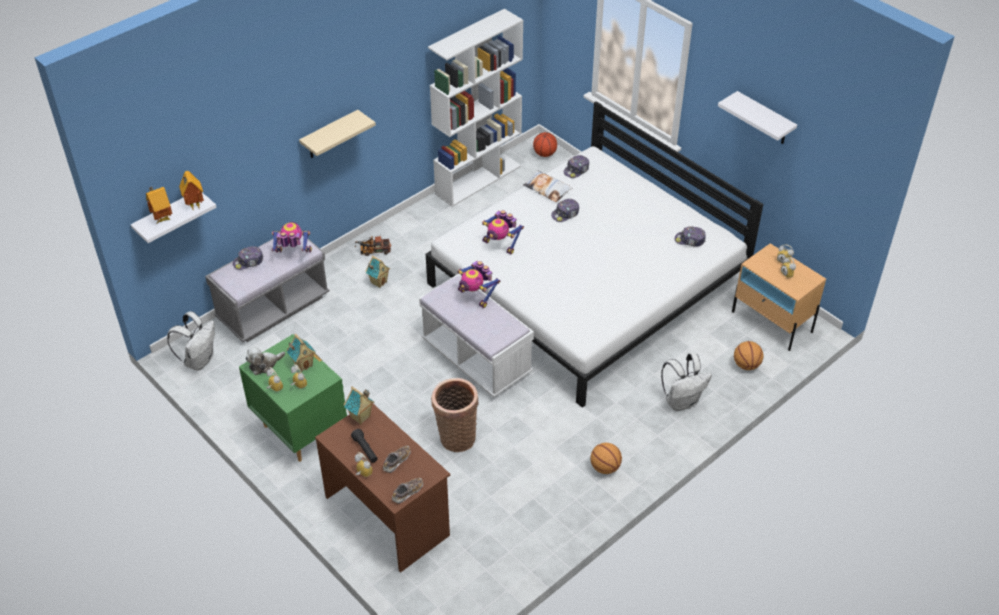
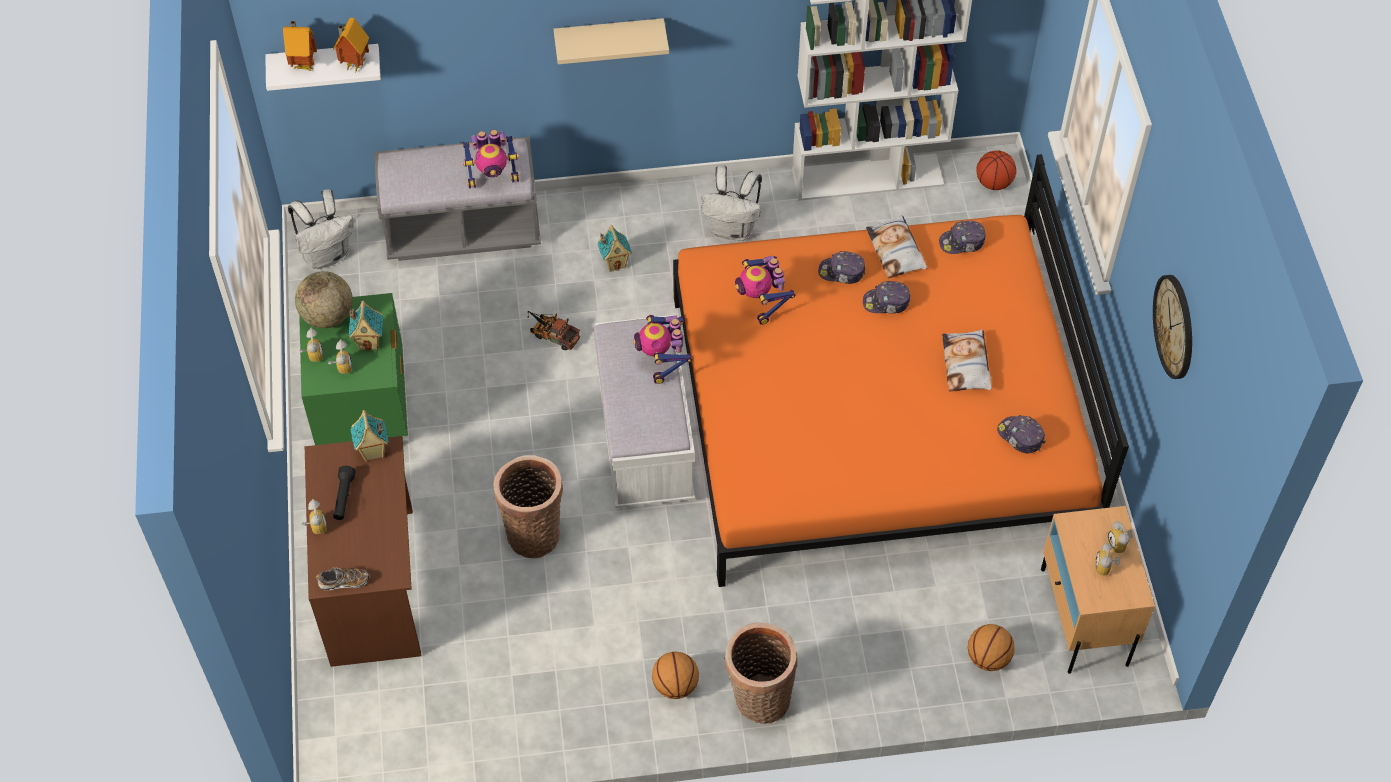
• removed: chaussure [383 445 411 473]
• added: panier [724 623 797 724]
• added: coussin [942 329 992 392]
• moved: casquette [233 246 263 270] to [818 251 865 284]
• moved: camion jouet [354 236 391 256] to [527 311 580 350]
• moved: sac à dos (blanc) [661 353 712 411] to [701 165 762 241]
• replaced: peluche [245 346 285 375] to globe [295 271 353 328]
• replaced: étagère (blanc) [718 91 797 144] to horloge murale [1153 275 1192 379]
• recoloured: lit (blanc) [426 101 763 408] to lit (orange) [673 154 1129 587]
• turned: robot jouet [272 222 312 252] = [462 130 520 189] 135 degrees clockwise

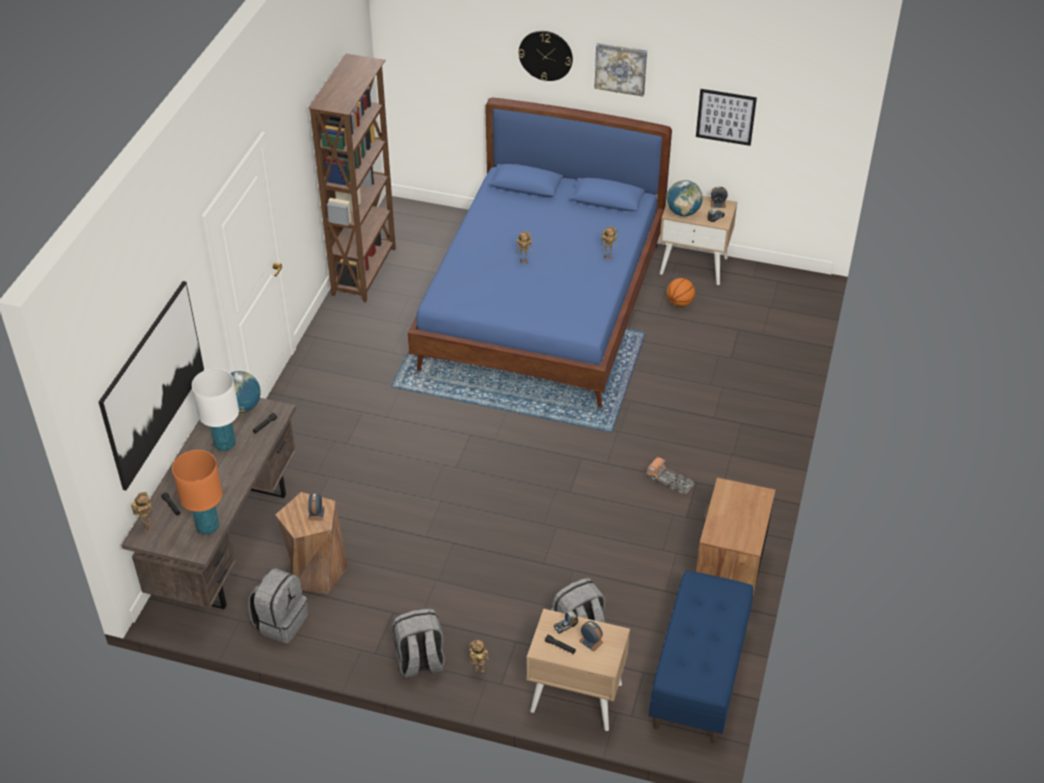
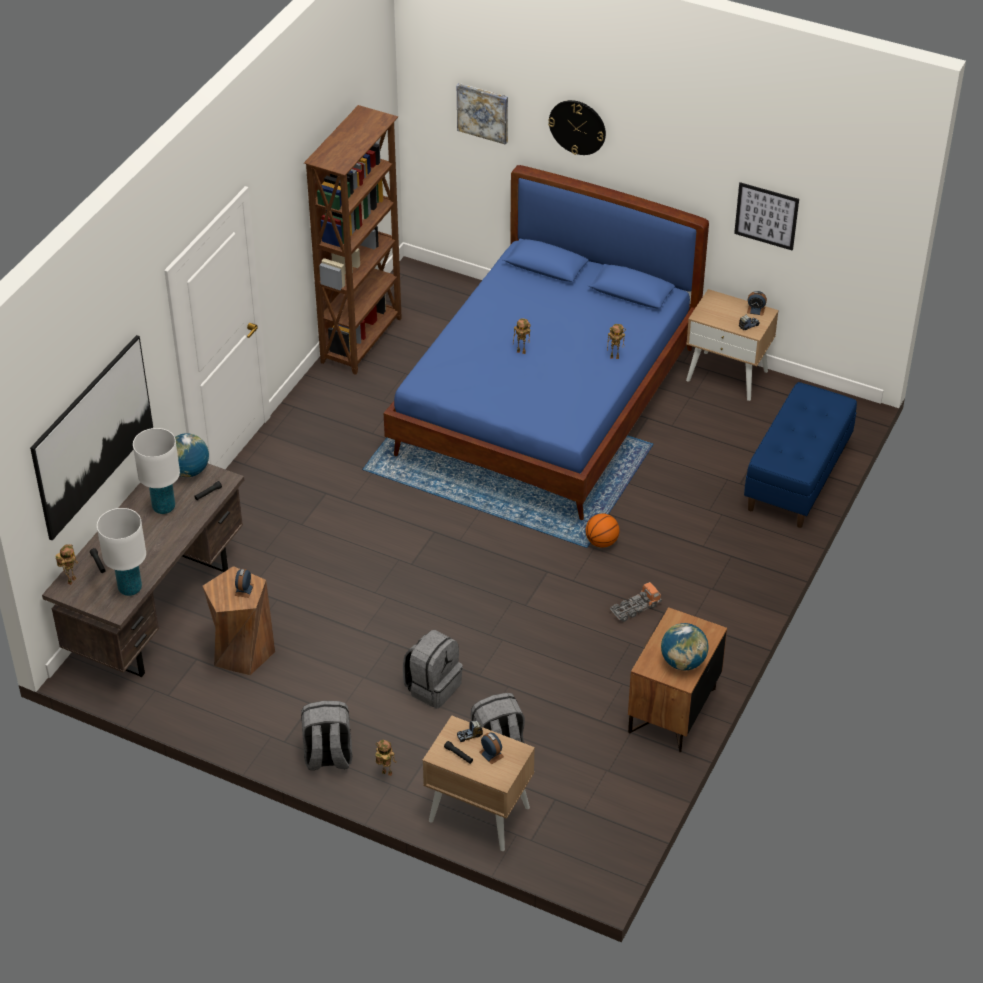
• moved: sac à dos (gris) [248 568 308 643] to [403 630 463 708]
• moved: tableau [594 43 647 96] to [457 83 508 145]
• moved: banc (bleu) [649 571 753 743] to [744 382 857 528]
• moved: ballon de basket [666 278 695 307] to [586 514 620 548]
• moved: globe [667 180 703 216] to [661 623 709 670]
• recoloured: lampe de table (orange) [172 450 222 535] to lampe de table (blanc) [97 508 146 596]
• turned: camion jouet [646 457 694 495] = [610 581 662 622] 105 degrees clockwise

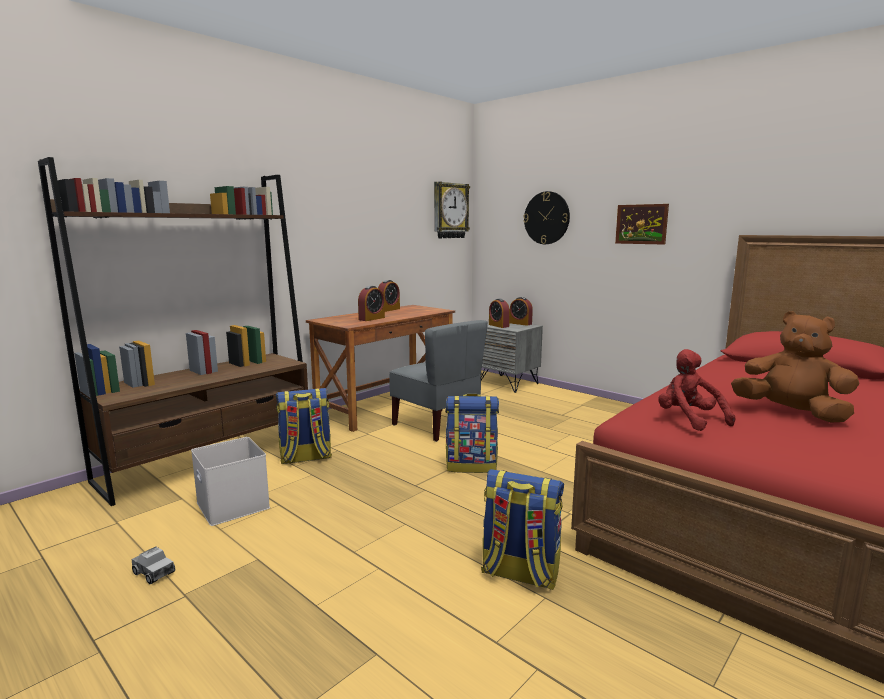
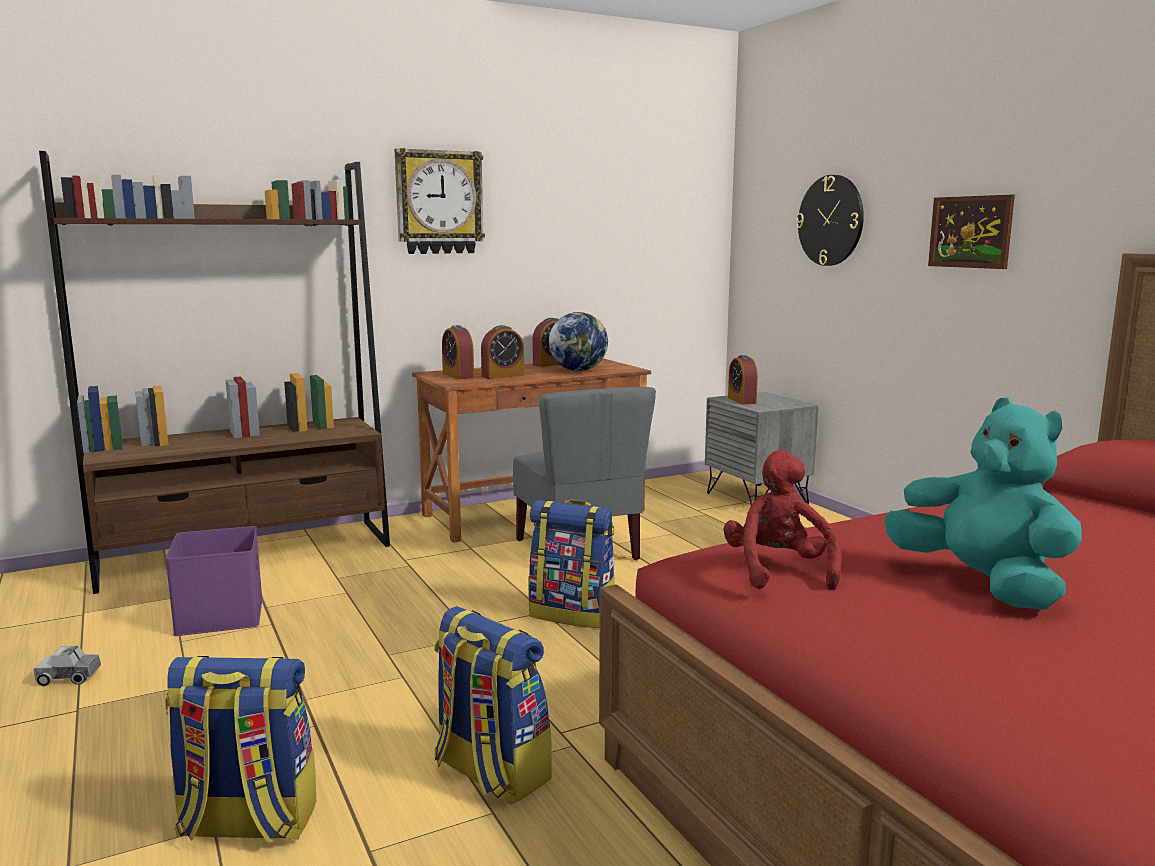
• added: globe [549 312 608 371]
• moved: sac à dos [276 388 332 464] to [165 656 316 842]
• moved: horloge murale [434 182 470 238] to [395 148 485 254]
• moved: réveil [509 297 533 326] to [442 325 474 379]
• recoloured: boîte de rangement (blanc) [191 437 270 526] to boîte de rangement (violet) [165 526 263 636]
• recoloured: peluche (marron) [731 311 859 422] to peluche (turquoise) [884 398 1082 610]
• turned: camion jouet [132 546 175 584] = [34 646 101 686] 120 degrees clockwise

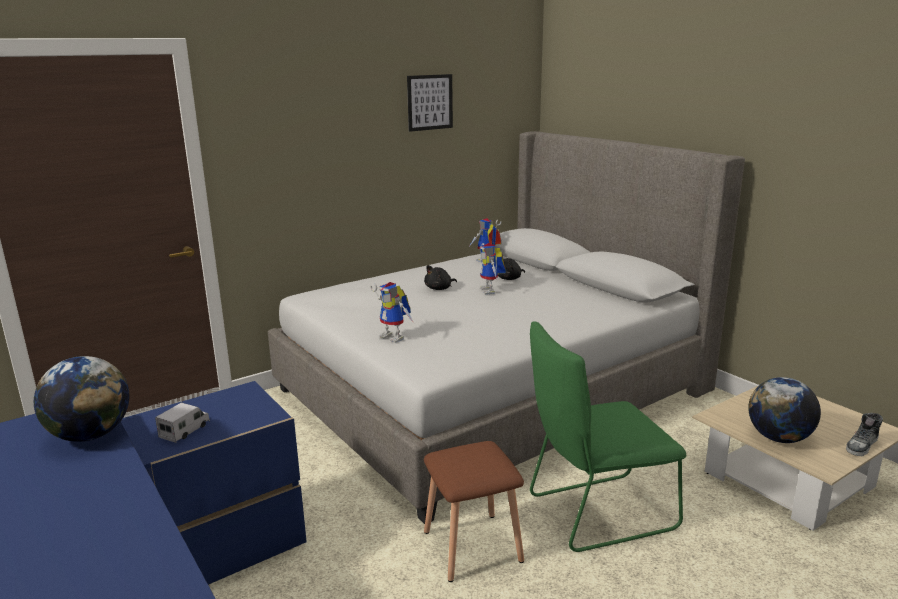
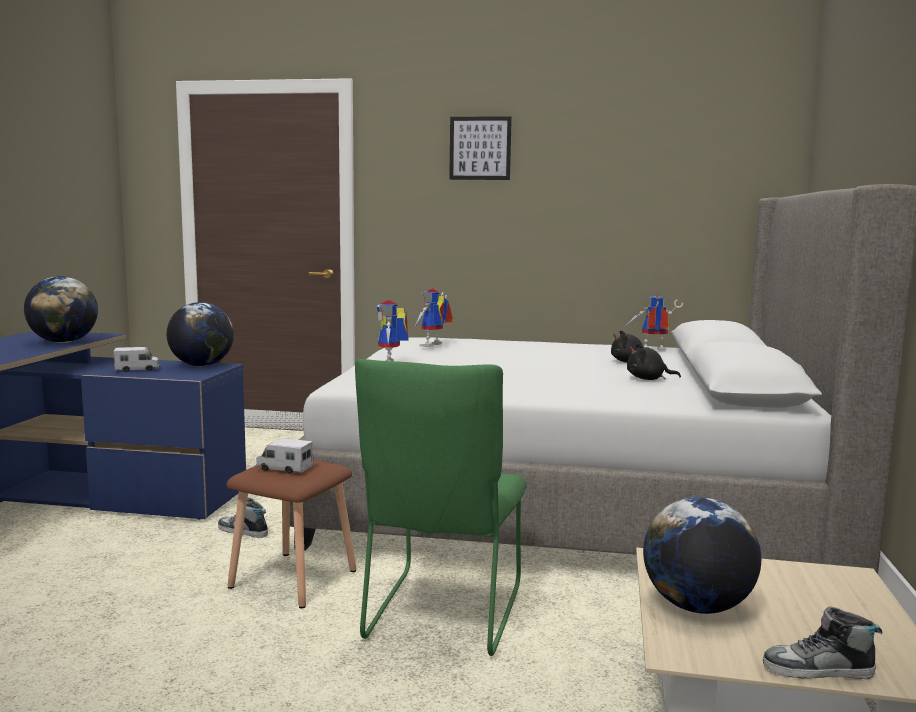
• added: globe [167 302 234 366]
• added: chaussure [218 498 268 538]
• added: camion jouet [256 438 313 474]
• moved: tableau [407 74 453 132] to [449 116 512 180]
• moved: peluche (noir) [424 265 457 290] to [627 343 681 380]
• moved: robot jouet [480 243 506 294] to [414 289 453 347]
• turned: chaise (vert) [530 321 686 552] = [355 359 527 656] 105 degrees counterclockwise

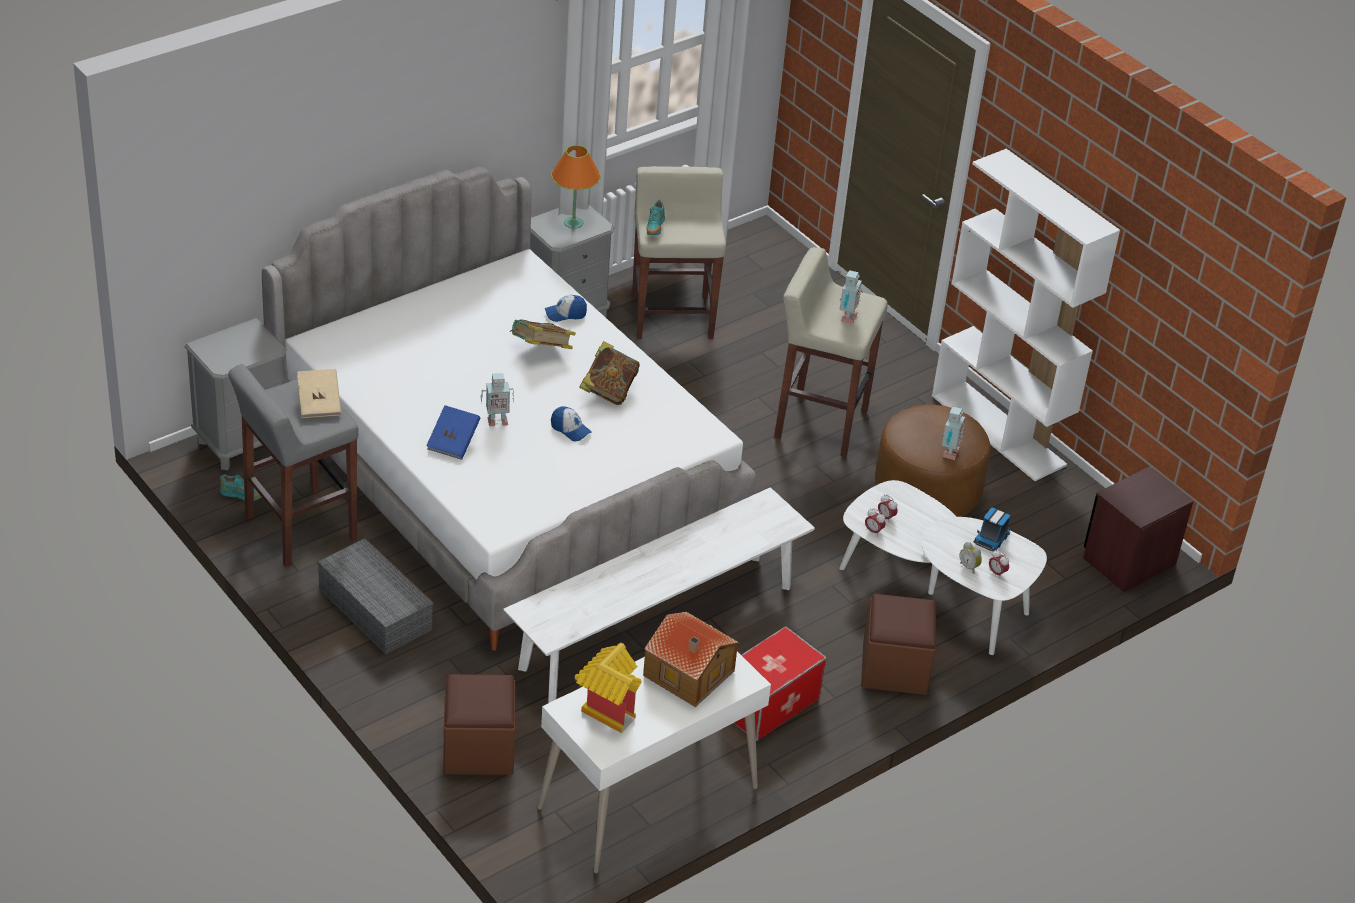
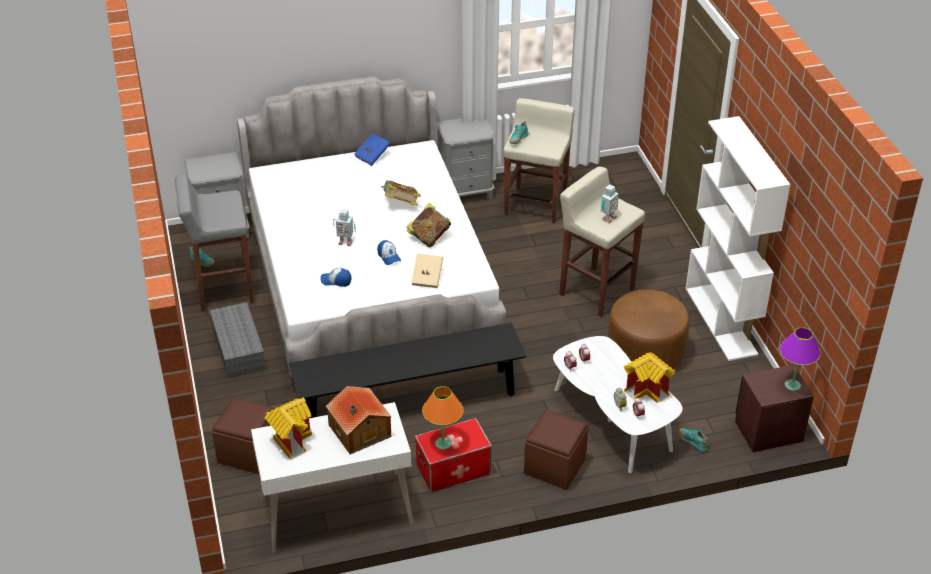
• removed: robot jouet [942 407 965 460]
• added: chaussure (turquoise) [679 428 708 452]
• added: lampe de table (violet) [780 327 821 391]
• moved: livre (beige) [297 369 341 418] to [411 254 443 288]
• moved: livre (bleu) [426 405 481 460] to [354 134 390 166]
• moved: casquette [545 295 587 322] to [321 268 352 287]
• moved: lampe de table (orange) [551 145 600 229] to [422 386 463 449]
• replaced: camion jouet [974 507 1010 551] to maison miniature [624 352 675 403]
• recoloured: banc (blanc) [503 487 815 703] to banc (noir) [289 323 526 418]

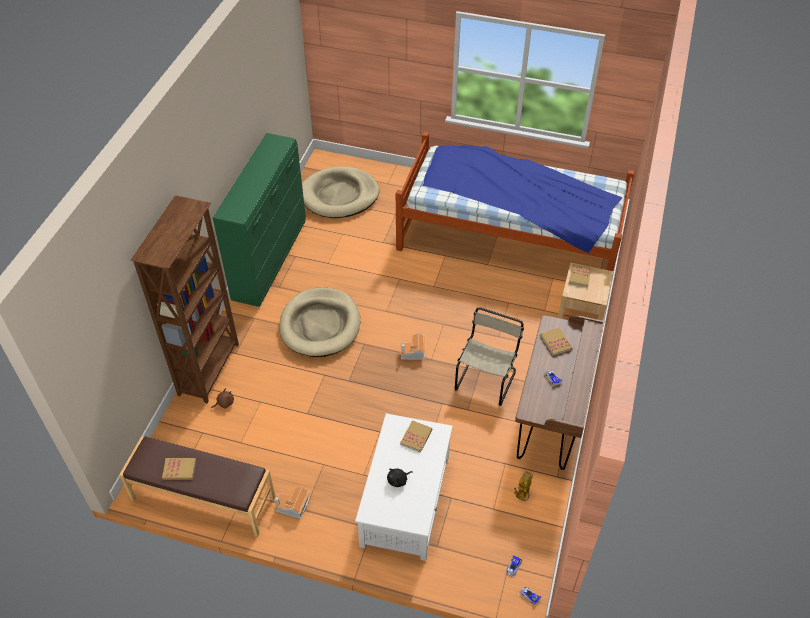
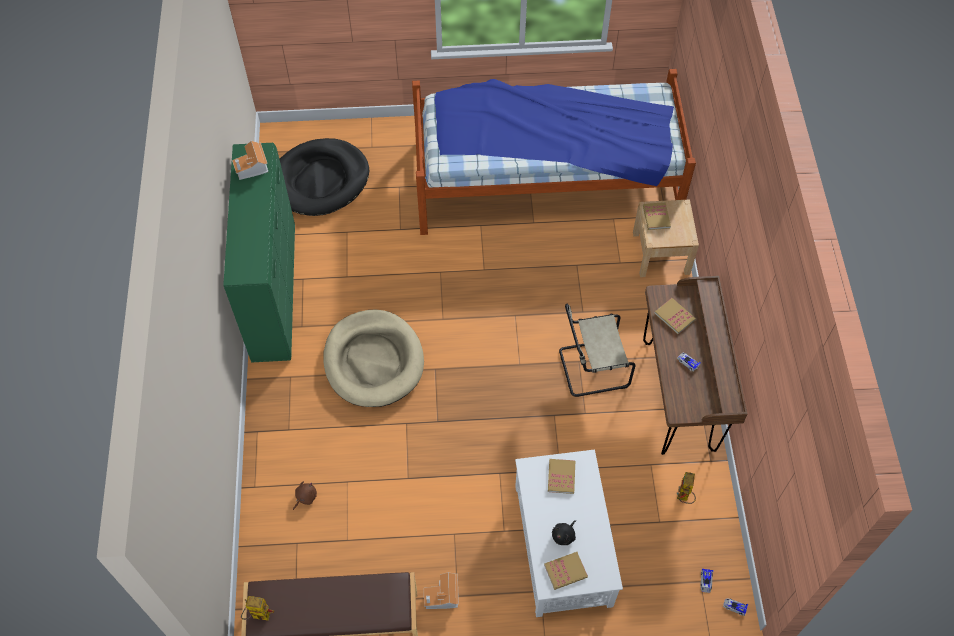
• removed: bibliothèque (marron) [131 195 239 403]
• added: robot jouet [241 596 274 621]
• moved: livre [162 458 196 480] to [544 552 588 590]
• moved: maison miniature [400 333 426 360] to [232 141 268 180]
• recoloured: panier pour chien (beige) [302 166 379 218] to panier pour chien (noir) [280 138 369 216]
• turned: chaise (beige) [455 307 524 406] = [559 303 636 397] 105 degrees counterclockwise

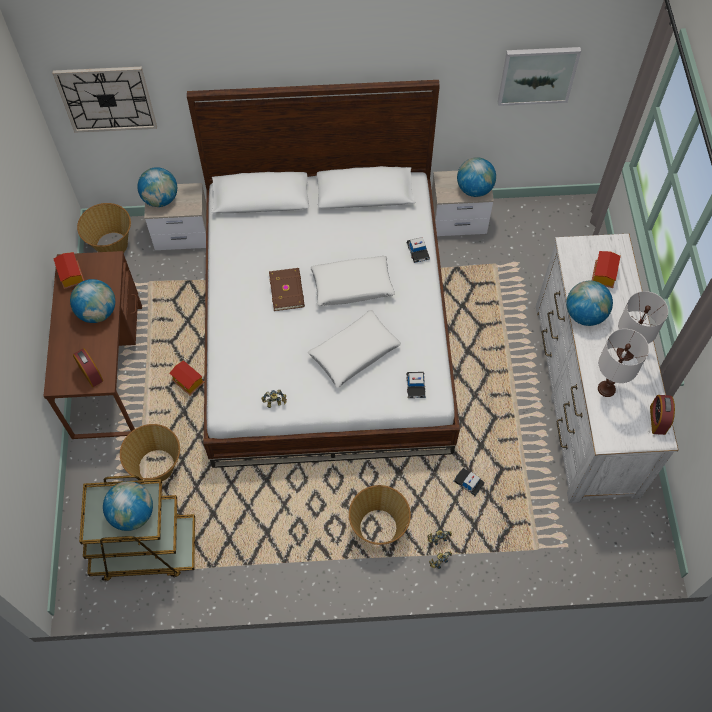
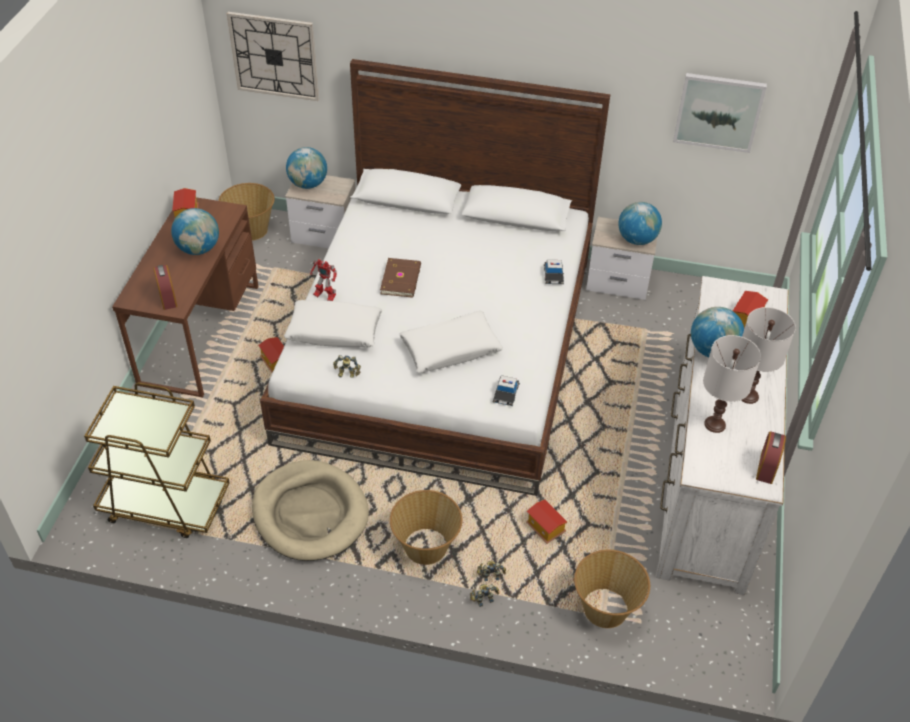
• removed: globe [103 481 153 531]
• added: panier pour chien (beige) [252 460 369 561]
• added: robot jouet [310 259 337 301]
• moved: panier [120 424 180 482] to [574 550 650 628]
• moved: coussin (blanc) [311 256 395 306] to [284 300 382 347]
• replaced: petite voiture [453 468 485 496] to maison miniature [526 500 567 544]

